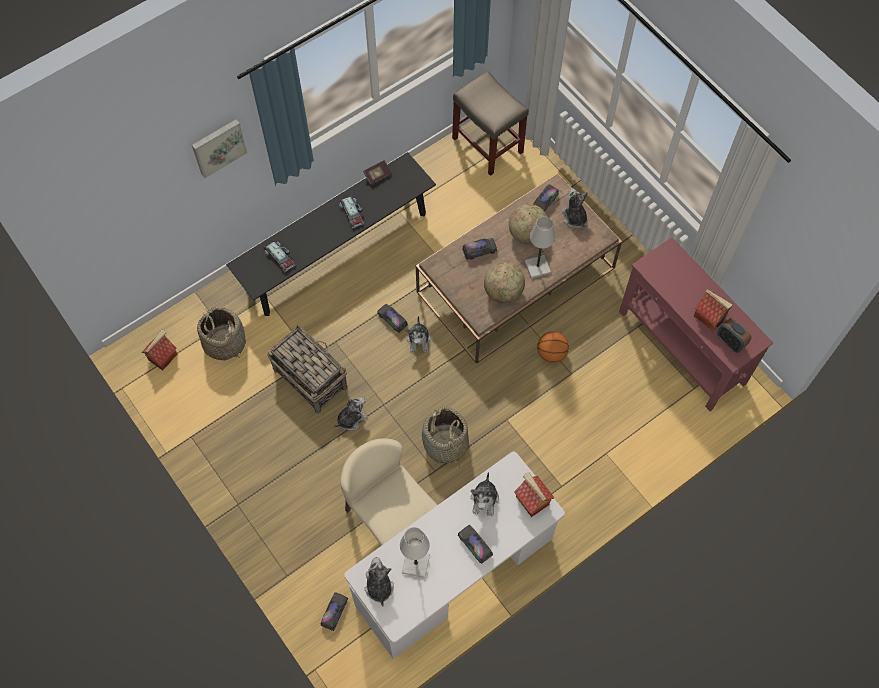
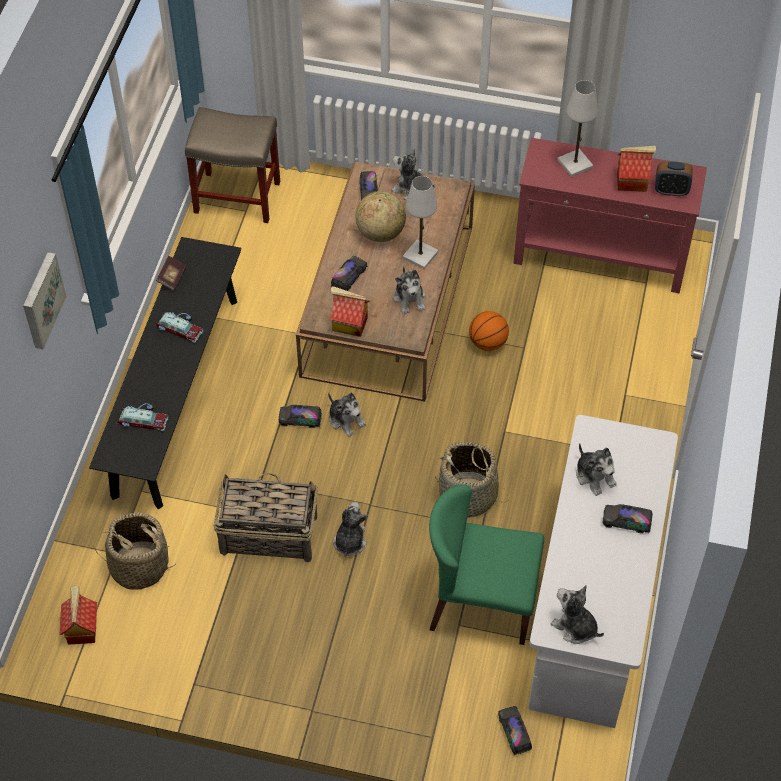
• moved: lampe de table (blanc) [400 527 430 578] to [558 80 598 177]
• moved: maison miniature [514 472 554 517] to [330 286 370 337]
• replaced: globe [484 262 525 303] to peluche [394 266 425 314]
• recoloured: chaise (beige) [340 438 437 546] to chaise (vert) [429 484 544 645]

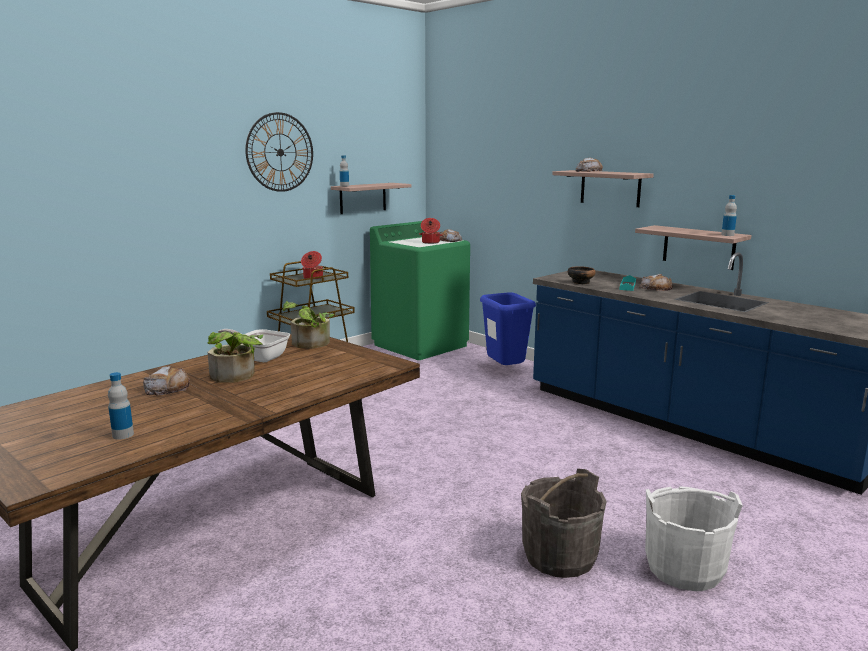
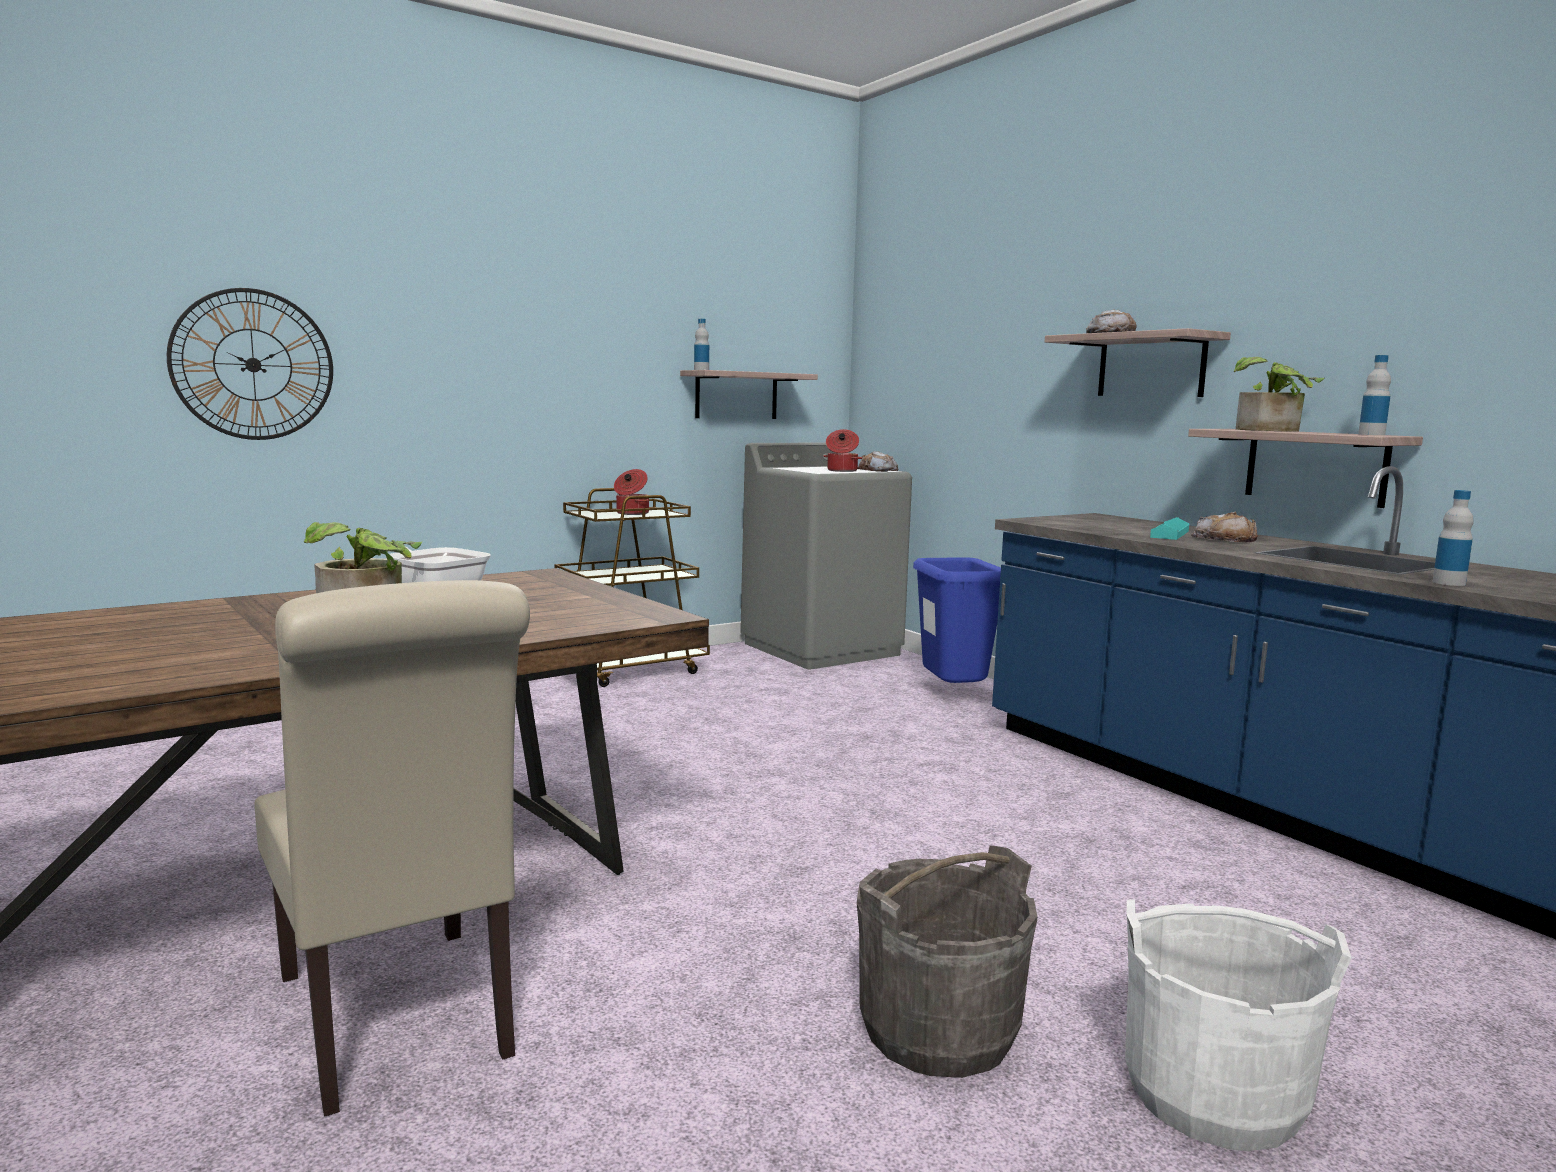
• removed: pain [143 366 190 396]
• removed: bol [568 266 596 284]
• added: chaise (beige) [254 580 530 1117]
• moved: bouteille [108 372 134 440] to [1432 490 1474 586]
• moved: horloge murale [245 112 313 192] to [167 288 333 440]
• moved: plante en pot [283 301 334 349] to [1234 357 1324 431]
• recoloured: lave-linge (vert) [370 221 470 360] to lave-linge (gris) [740 442 912 669]

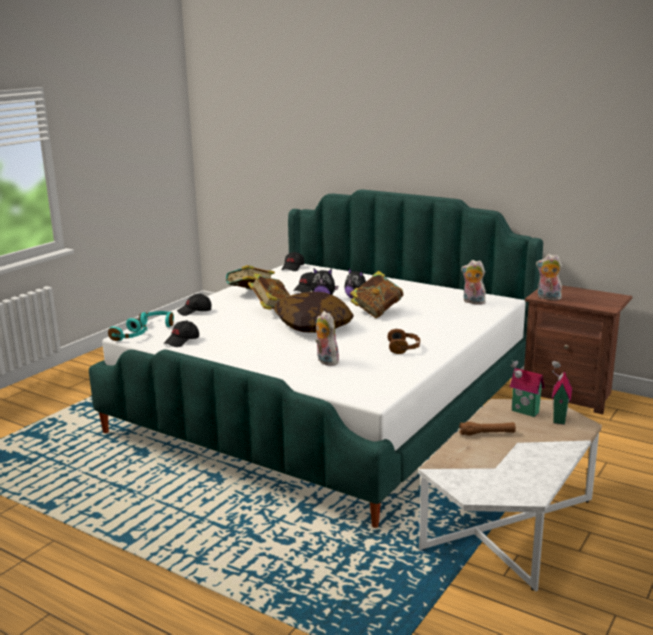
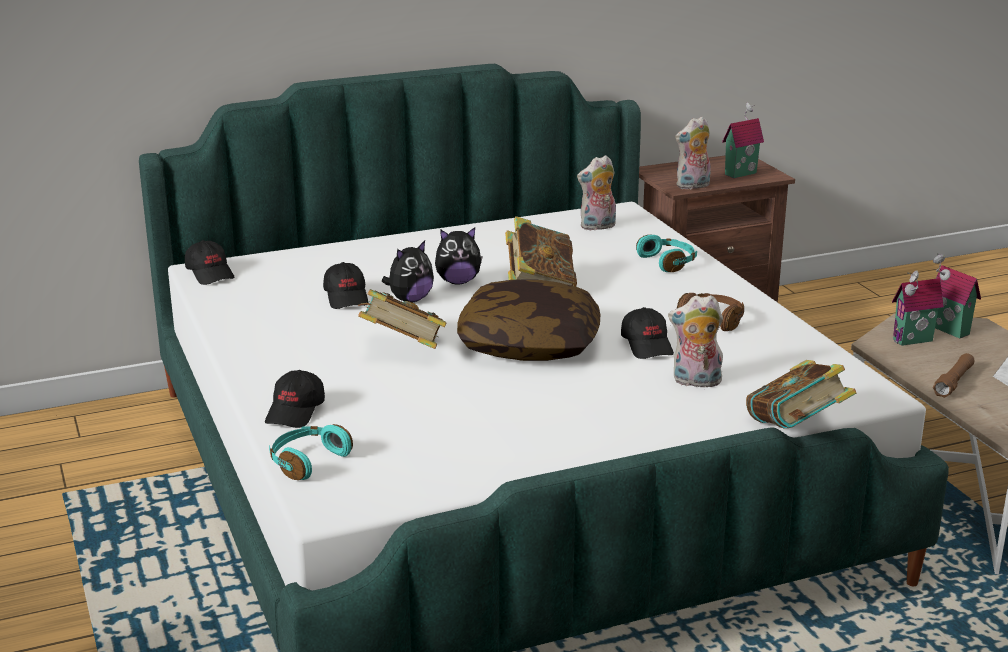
• added: maison miniature [722 102 764 178]
• moved: casque audio (turquoise) [108 318 147 341] to [636 235 697 272]
• moved: casquette (noir) [164 321 199 347] to [621 307 674 359]
• moved: livre [226 265 275 290] to [746 360 857 428]

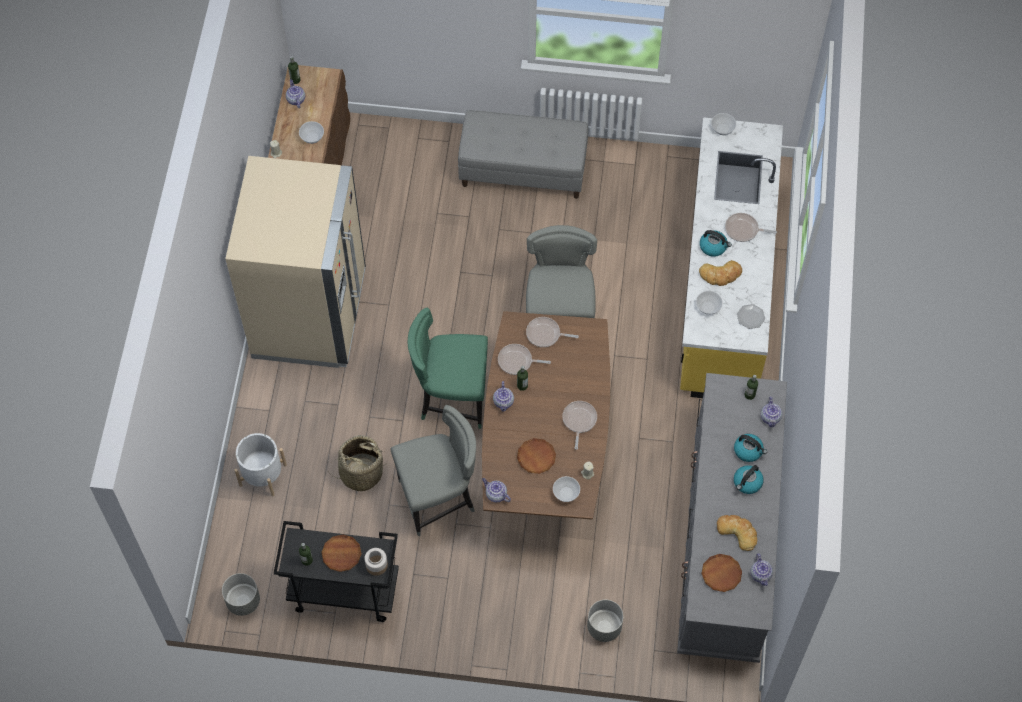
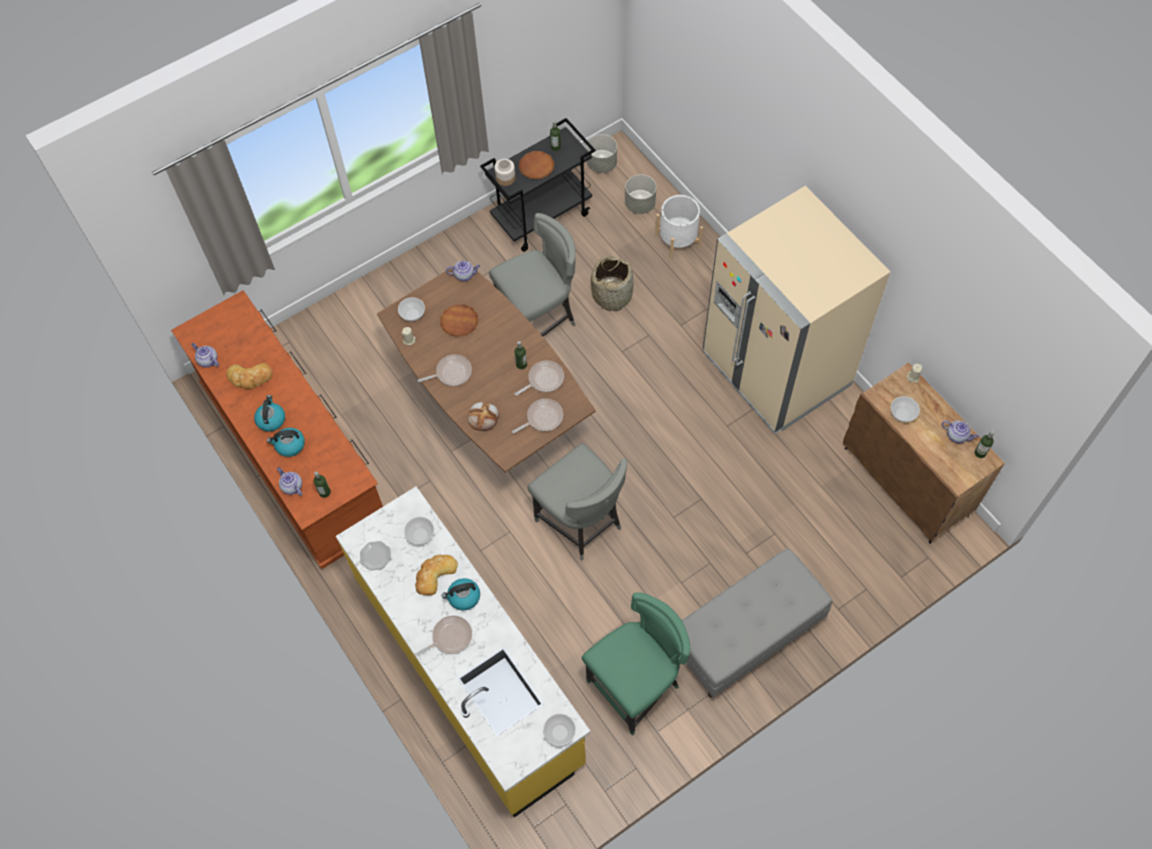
• removed: théière [493 381 514 412]
• removed: assiette (marron) [702 554 742 592]
• added: pain [468 402 499 431]
• moved: chaise (vert) [408 308 488 429] to [582 592 690 736]
• moved: cache-pot (gris) [587 600 623 642] to [625 174 656 214]
• recoloured: commode (gris) [677 373 787 663] to commode (marron) [171 290 383 569]
• turned: chaise (gris) [390 405 476 536] = [489 213 576 336] 150 degrees counterclockwise
• turned: poêle [563 401 597 449] = [418 354 472 386] 75 degrees counterclockwise

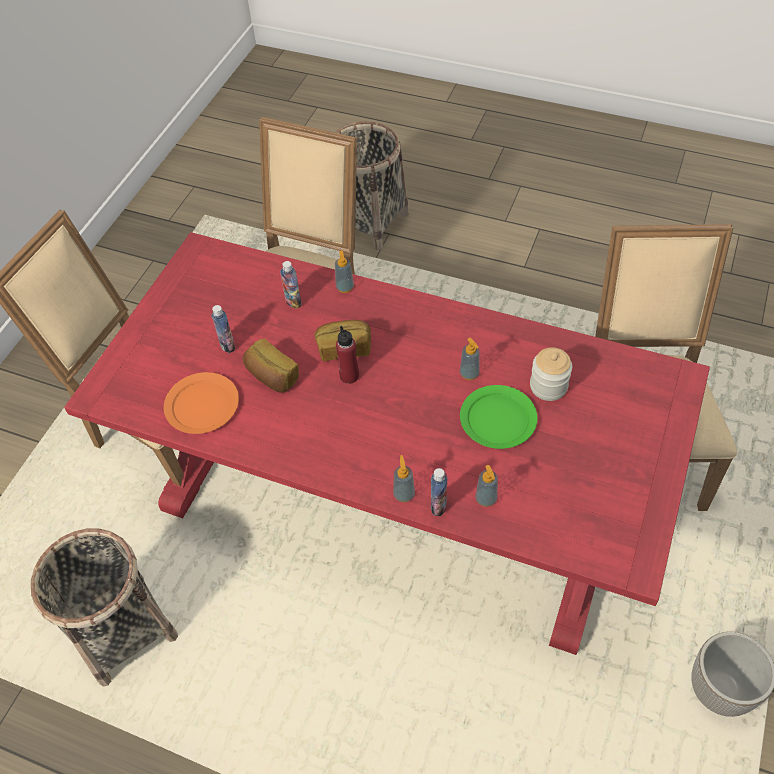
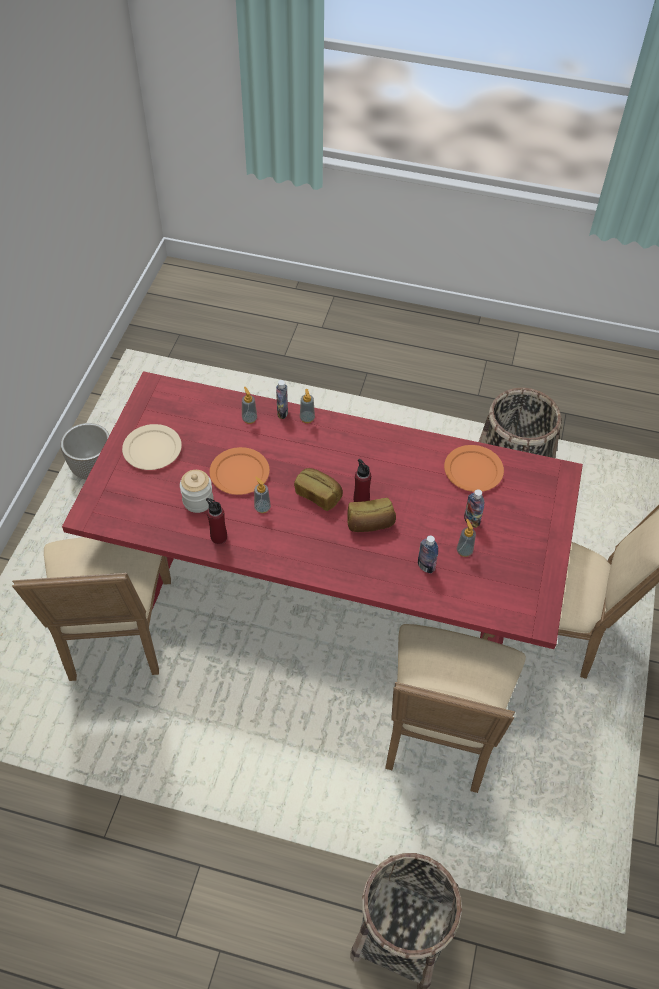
• added: assiette (beige) [122 424 182 470]
• added: bouteille (rouge) [206 498 227 544]
• moved: pain [243 338 299 393] to [294 468 343 511]
• moved: distributeur de savon [335 250 354 293] to [457 519 476 557]
• recoloured: assiette (vert) [460 385 538 449] to assiette (orange) [209 447 270 495]

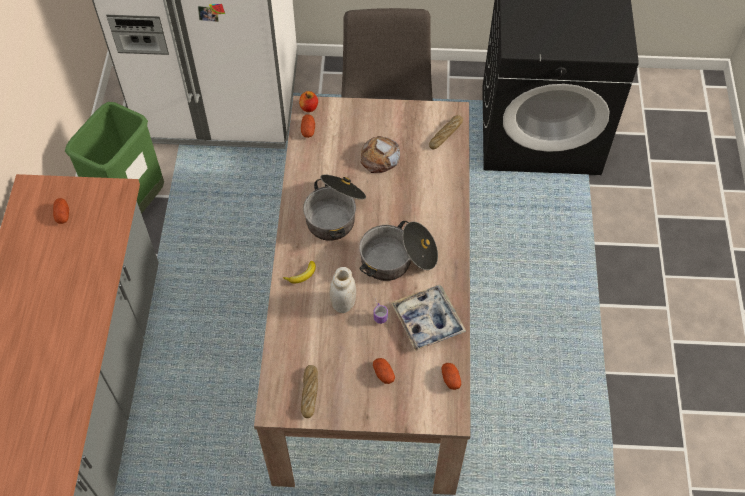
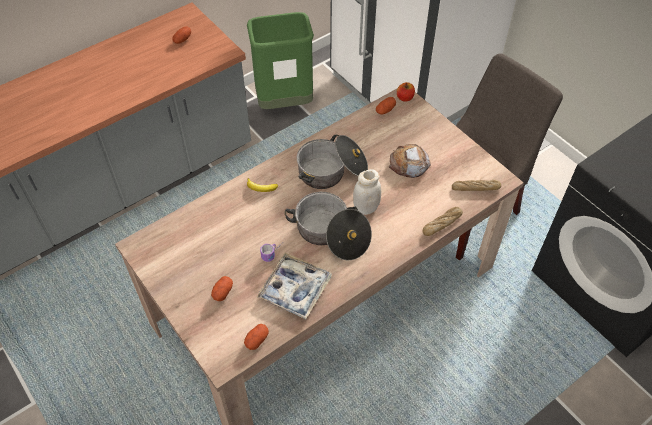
• moved: pain [301 365 318 418] to [423 207 463 236]
• moved: bocal (blanc) [330 267 356 313] to [353 169 381 215]

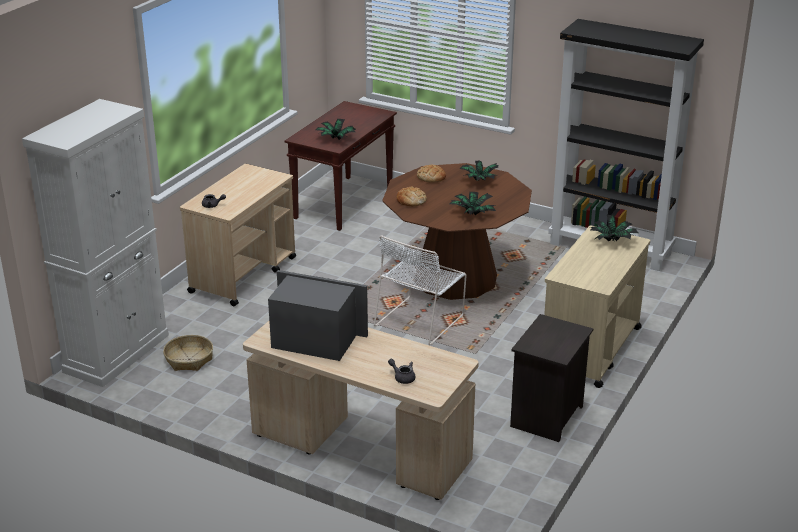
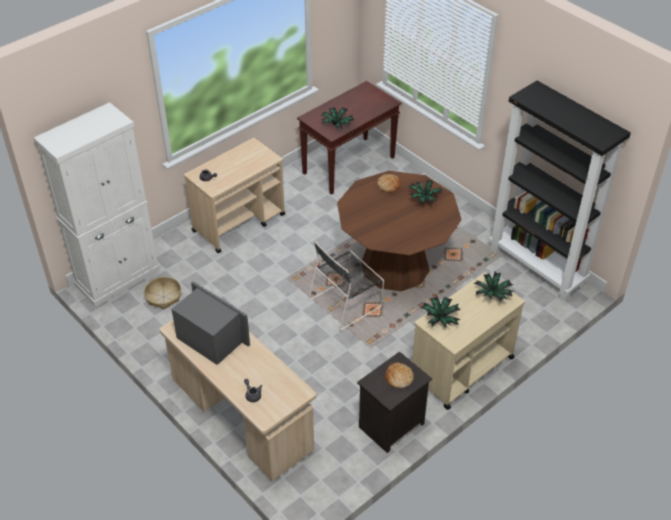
• moved: pain [397 186 427 206] to [385 363 414 388]
• moved: plante en pot [450 192 496 215] to [421 297 461 327]
• recoloured: chaise (blanc) [374 235 467 345] to chaise (noir) [308 241 384 331]

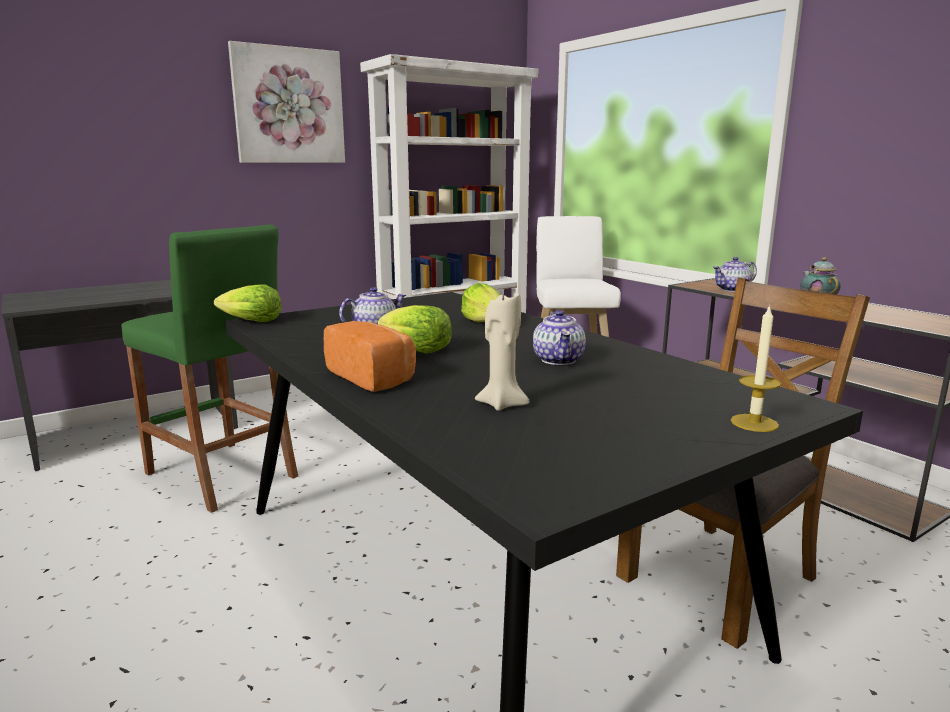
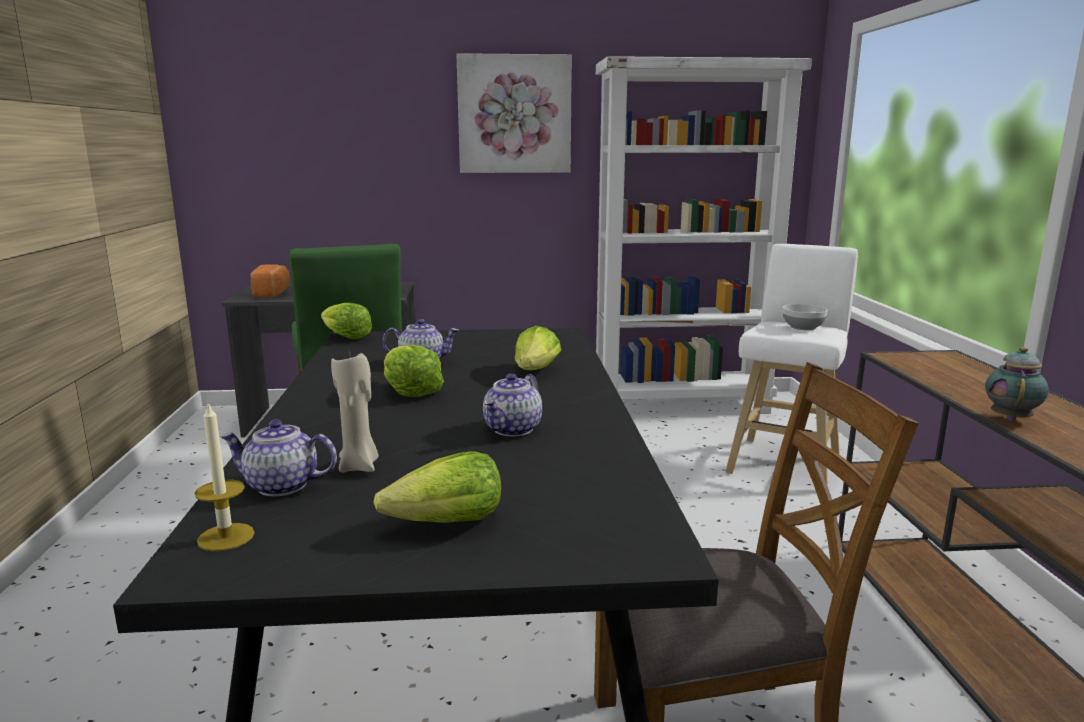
• added: laitue [373 451 501 523]
• added: bol [783 304 828 330]
• moved: pain [324 321 416 392] to [251 264 290 298]
• moved: théière [712 257 757 292] to [220 419 337 496]
• moved: bougie [731 304 781 432] to [195 401 255 551]

